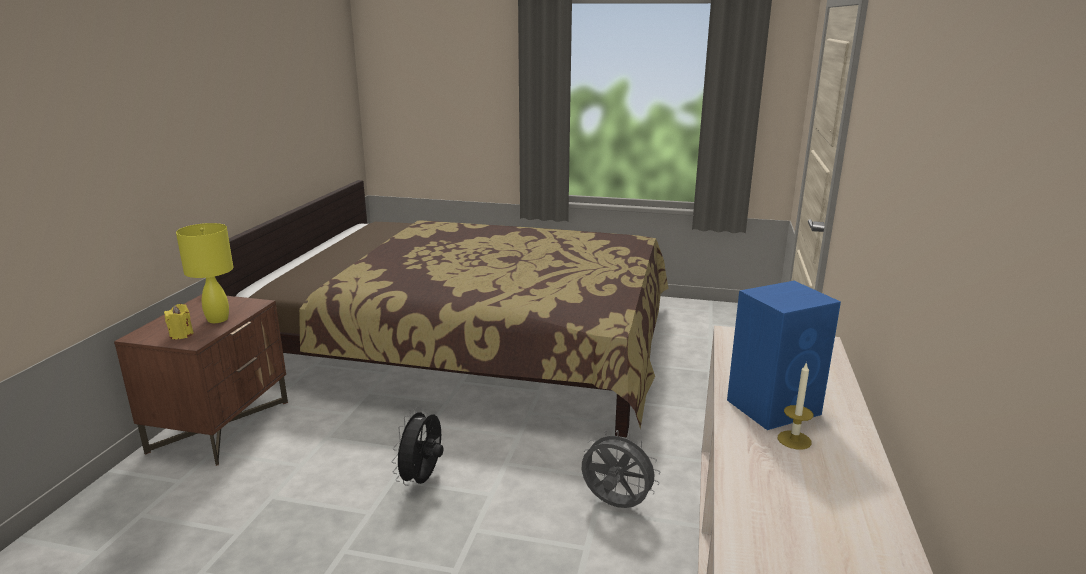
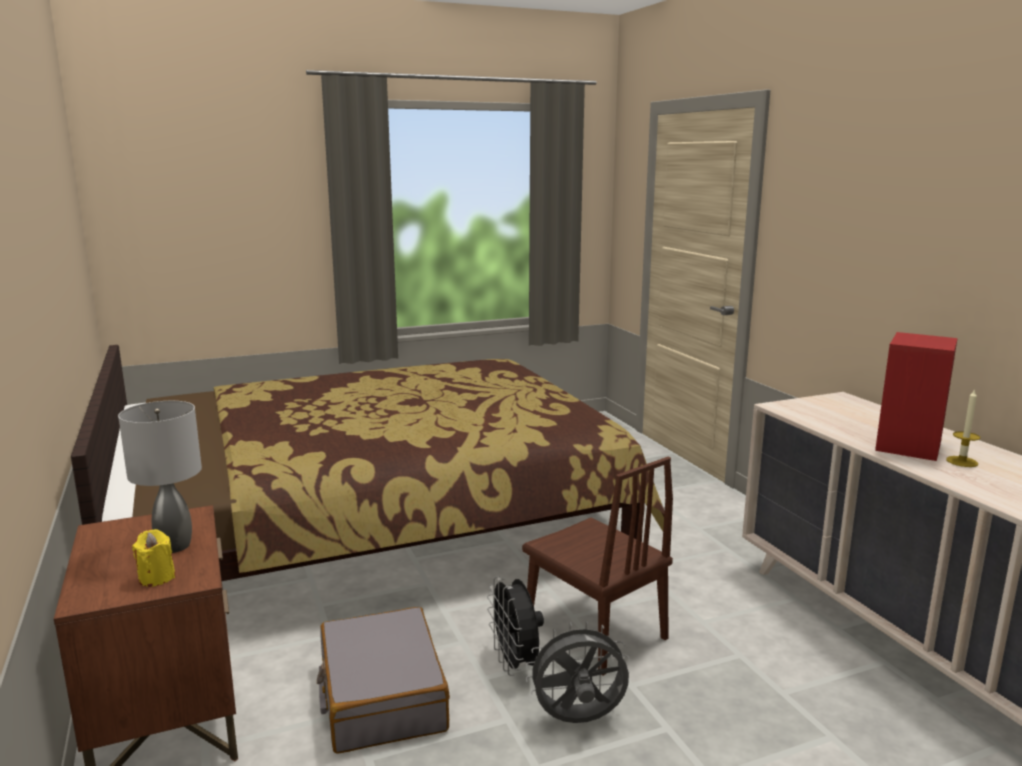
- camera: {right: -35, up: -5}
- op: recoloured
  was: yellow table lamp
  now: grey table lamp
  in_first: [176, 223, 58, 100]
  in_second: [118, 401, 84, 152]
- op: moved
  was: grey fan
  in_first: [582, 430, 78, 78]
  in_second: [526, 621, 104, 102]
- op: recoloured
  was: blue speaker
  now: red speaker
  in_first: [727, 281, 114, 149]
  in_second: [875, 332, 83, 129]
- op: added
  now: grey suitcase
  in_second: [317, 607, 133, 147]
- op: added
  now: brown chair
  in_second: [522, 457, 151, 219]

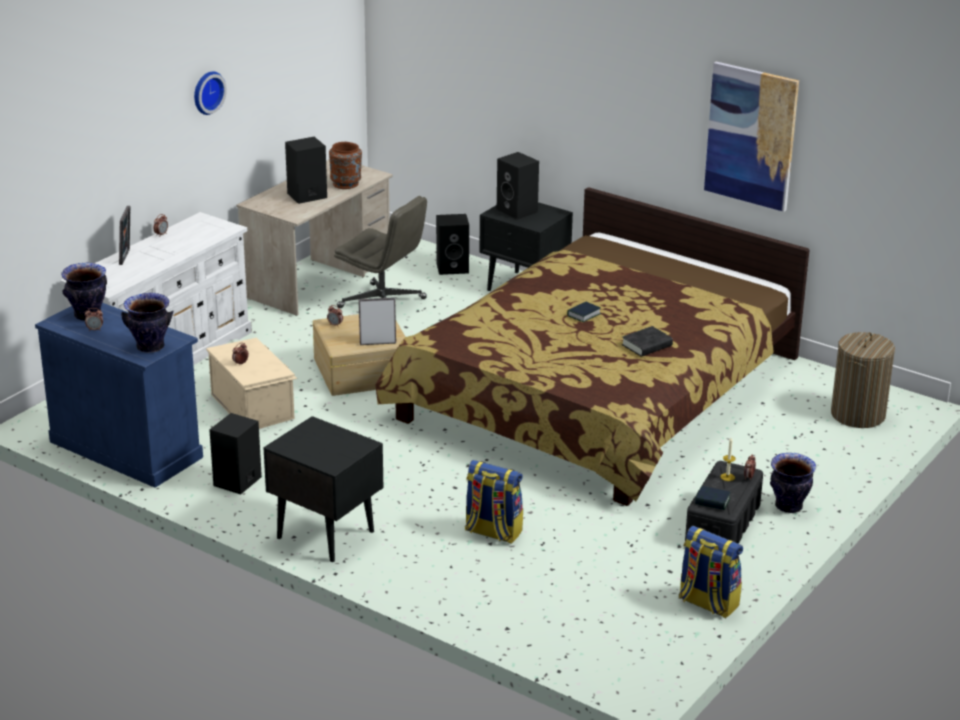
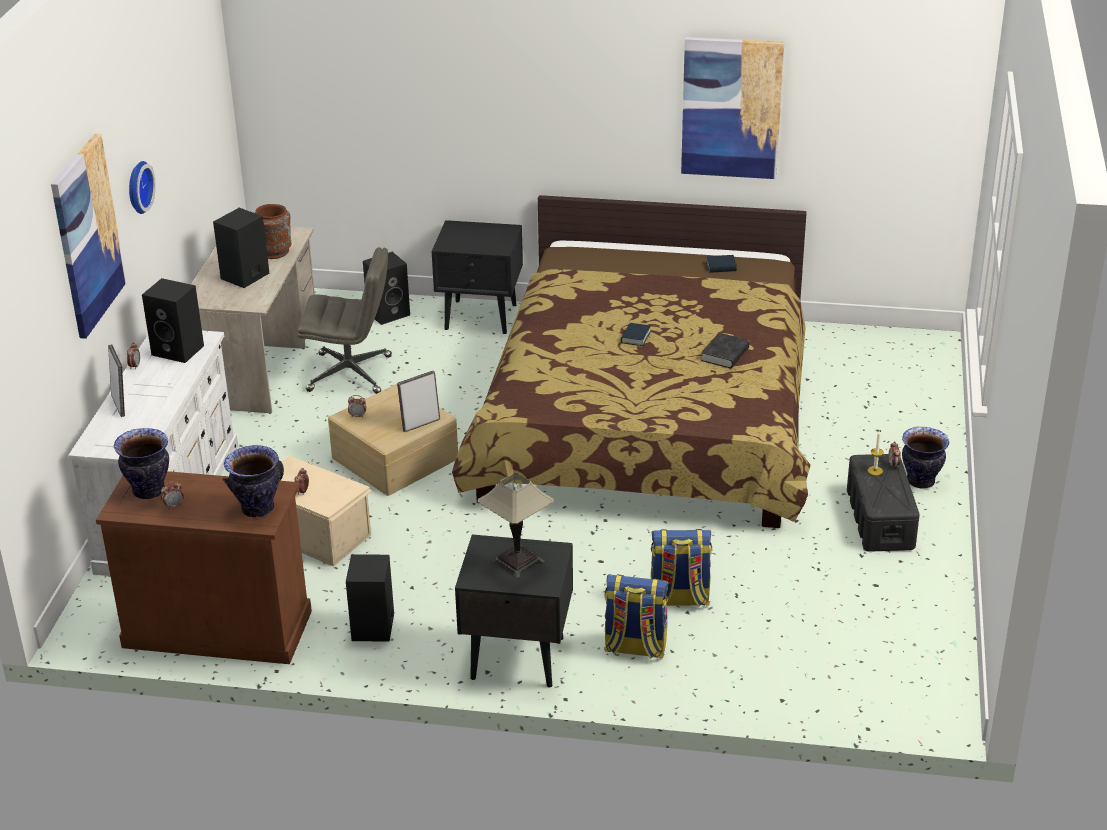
- camera: {right: -25, up: 5}
- op: recoloured
  was: blue cabinet
  now: brown cabinet
  in_first: [35, 303, 168, 185]
  in_second: [96, 471, 216, 193]
- op: moved
  was: black speaker
  in_first: [497, 152, 42, 68]
  in_second: [142, 278, 62, 85]
- op: moved
  was: backpack
  in_first: [679, 526, 64, 92]
  in_second: [604, 574, 64, 85]
- op: moved
  was: book
  in_first: [695, 486, 36, 24]
  in_second: [706, 255, 31, 18]
- op: removed
  was: laundry basket
  in_first: [831, 332, 64, 96]
- op: added
  now: picture
  in_second: [51, 134, 75, 205]
- op: added
  now: table lamp
  in_second: [478, 473, 76, 106]

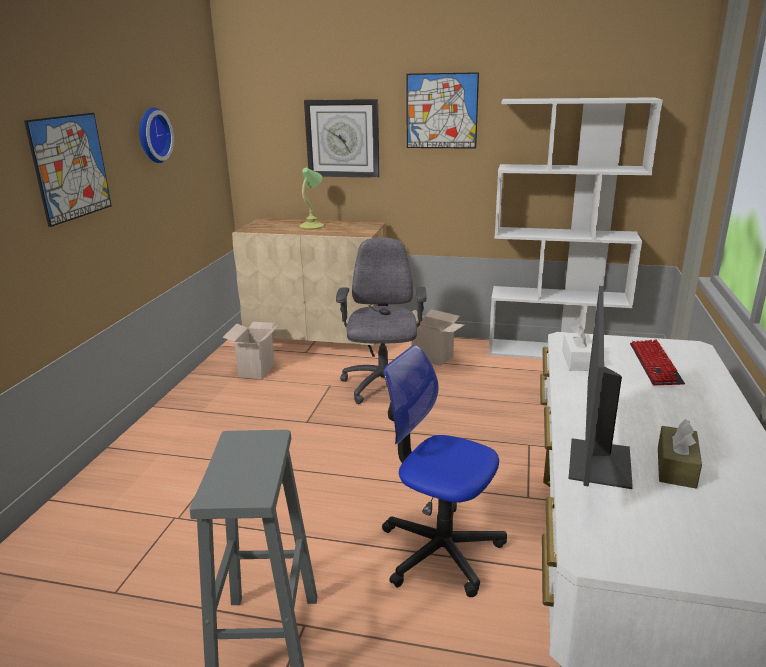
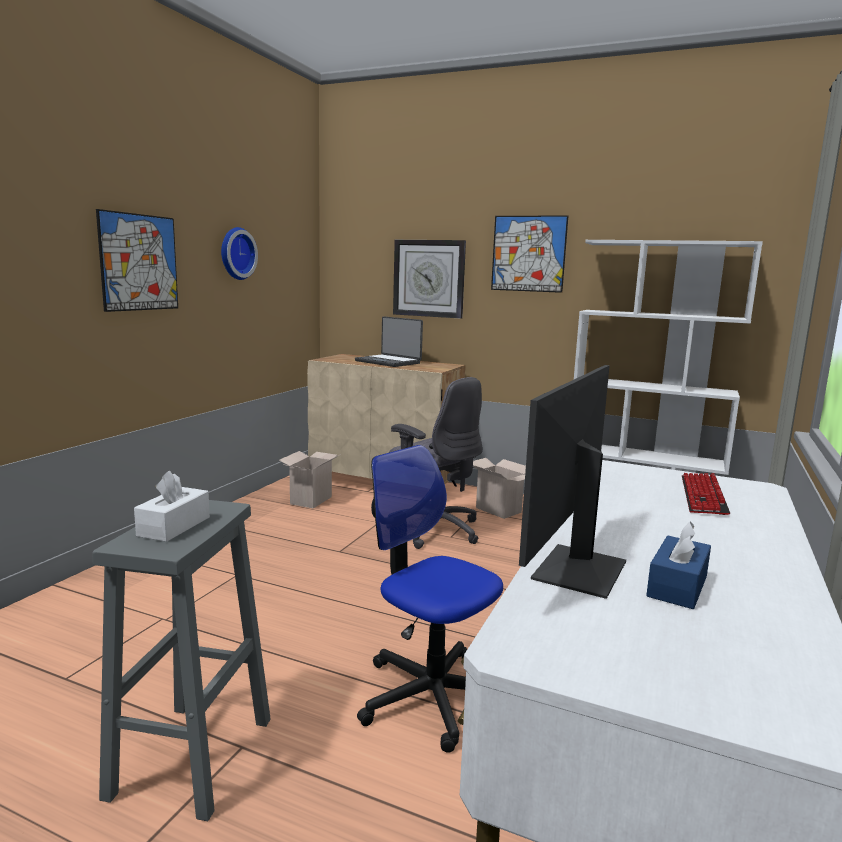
- camera: {right: 10, up: -10}
- op: replaced
  was: table lamp
  now: laptop
  in_first: [300, 168, 24, 62]
  in_second: [355, 316, 68, 51]
- op: turned
  was: grey office chair
  in_first: [336, 237, 91, 167]
  in_second: [388, 377, 95, 172]
  clockwise: 120
- op: moved
  was: white tissue box
  in_first: [562, 324, 30, 47]
  in_second: [134, 471, 76, 71]
- op: recoloured
  was: brown tissue box
  now: blue tissue box
  in_first: [658, 419, 44, 69]
  in_second: [646, 522, 65, 87]

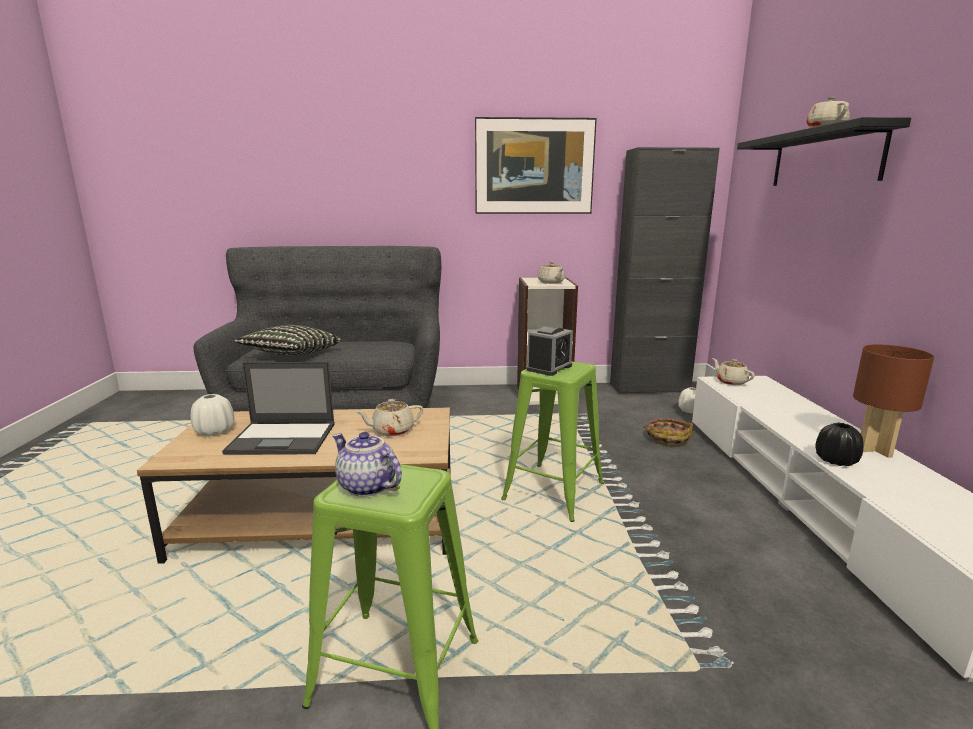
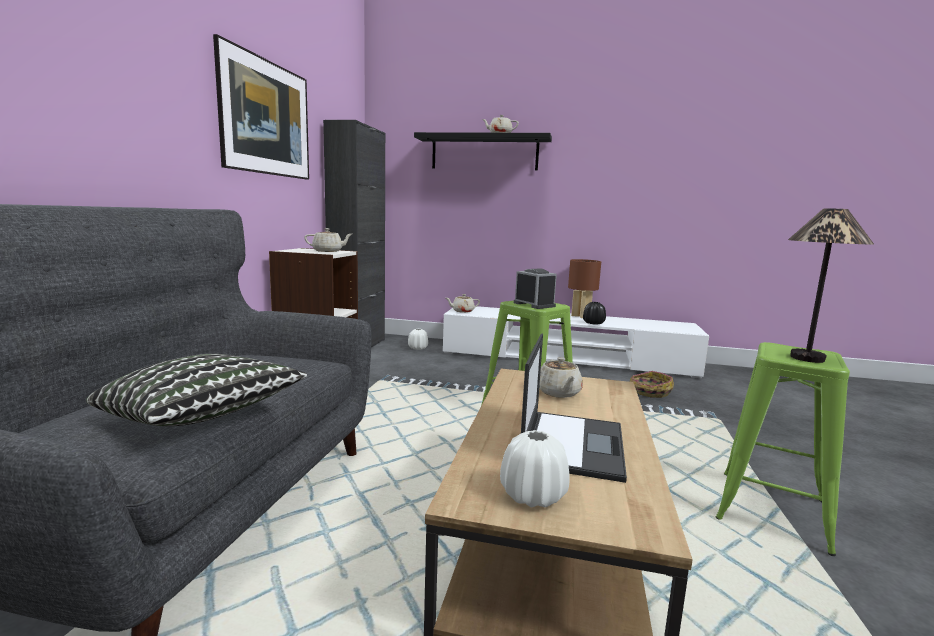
- camera: {right: -75, up: -5}
- op: replaced
  was: teapot
  now: table lamp
  in_first: [332, 432, 70, 65]
  in_second: [788, 209, 86, 154]
- op: moved
  was: basket
  in_first: [643, 419, 50, 28]
  in_second: [630, 371, 44, 27]

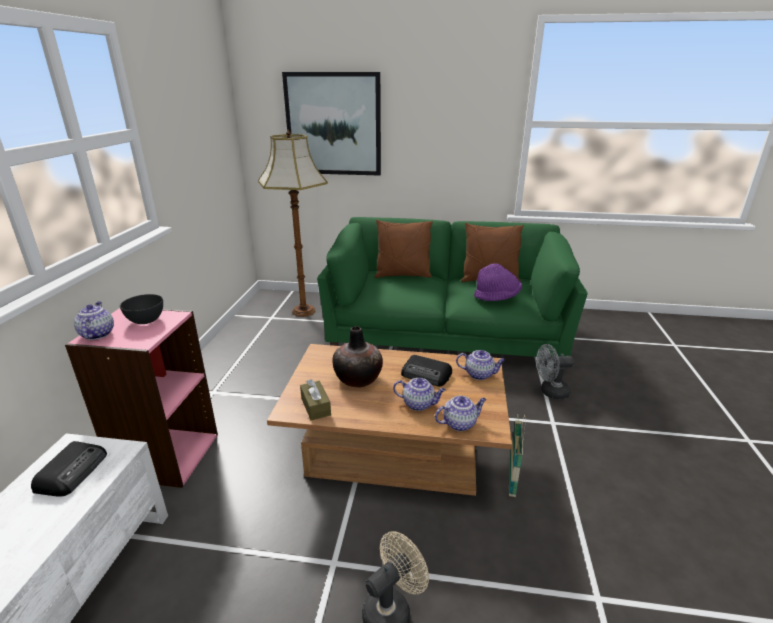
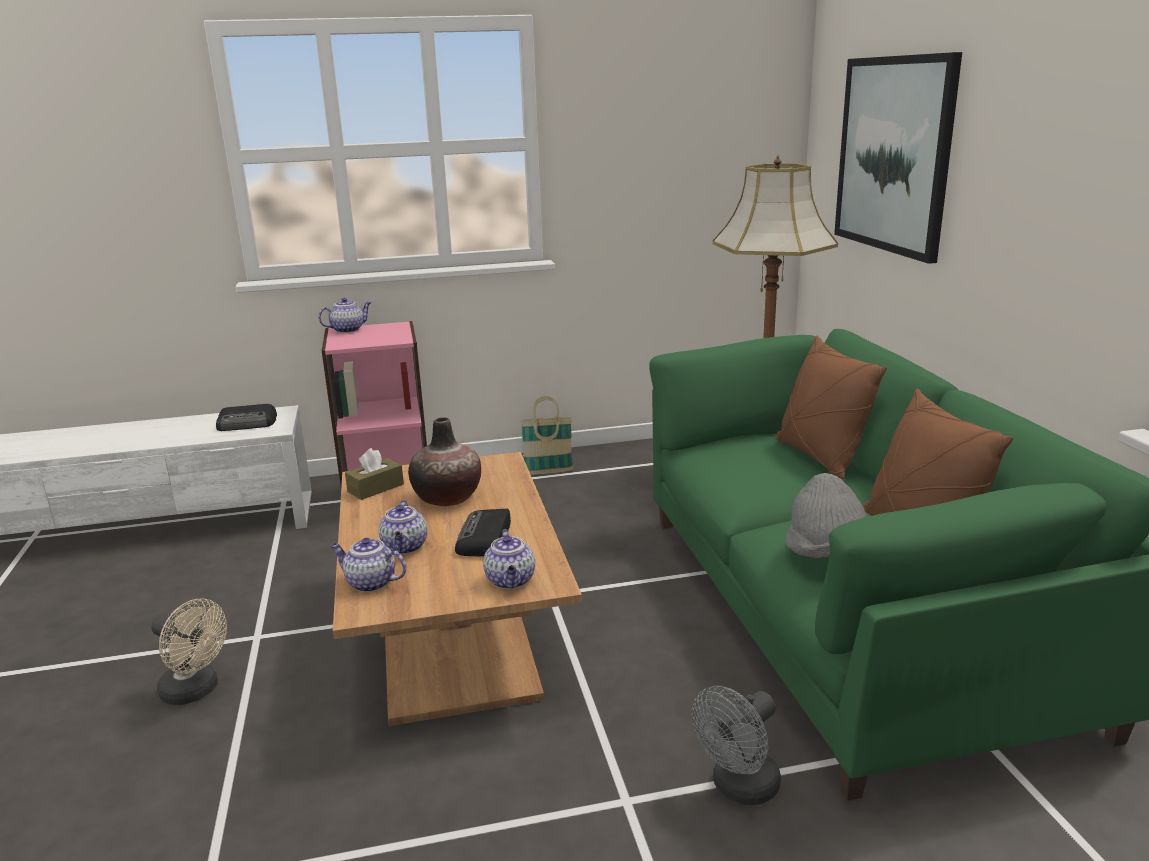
- camera: {right: 70, up: -5}
- op: removed
  was: grey bowl
  in_first: [120, 294, 43, 30]
- op: turned
  was: teapot
  in_first: [435, 396, 52, 35]
  in_second: [331, 538, 76, 54]
  clockwise: 150
- op: recoloured
  was: purple hat
  now: grey hat
  in_first: [474, 263, 48, 38]
  in_second: [785, 473, 82, 85]
- op: moved
  was: basket
  in_first: [509, 415, 16, 82]
  in_second: [521, 396, 53, 79]
- op: turned
  was: grey fan
  in_first: [536, 344, 38, 55]
  in_second: [692, 686, 89, 119]
  clockwise: -105

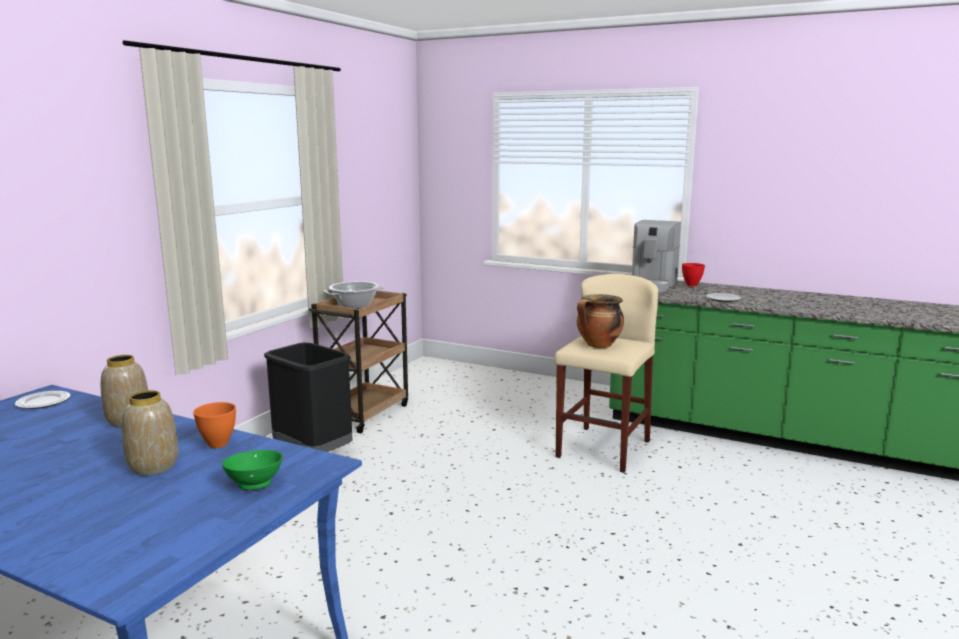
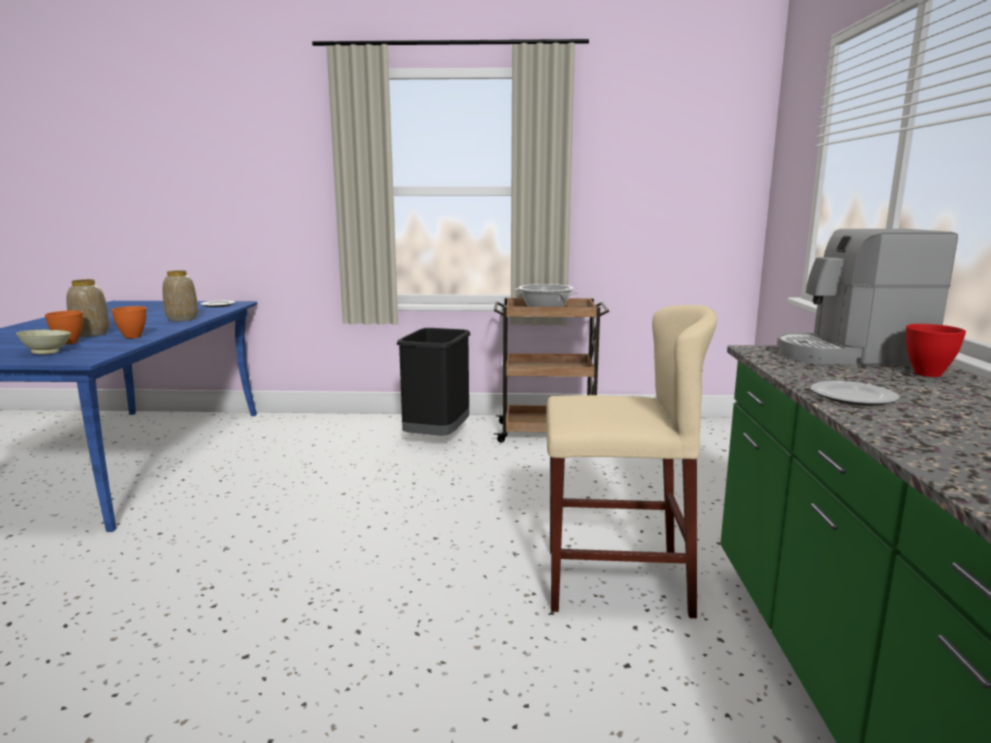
- camera: {right: 65, up: 0}
- op: recoloured
  was: green bowl
  now: beige bowl
  in_first: [222, 450, 61, 40]
  in_second: [16, 330, 55, 24]
- op: removed
  was: cooking pot
  in_first: [577, 294, 47, 54]
- op: added
  now: orange bowl
  in_second: [45, 311, 38, 33]

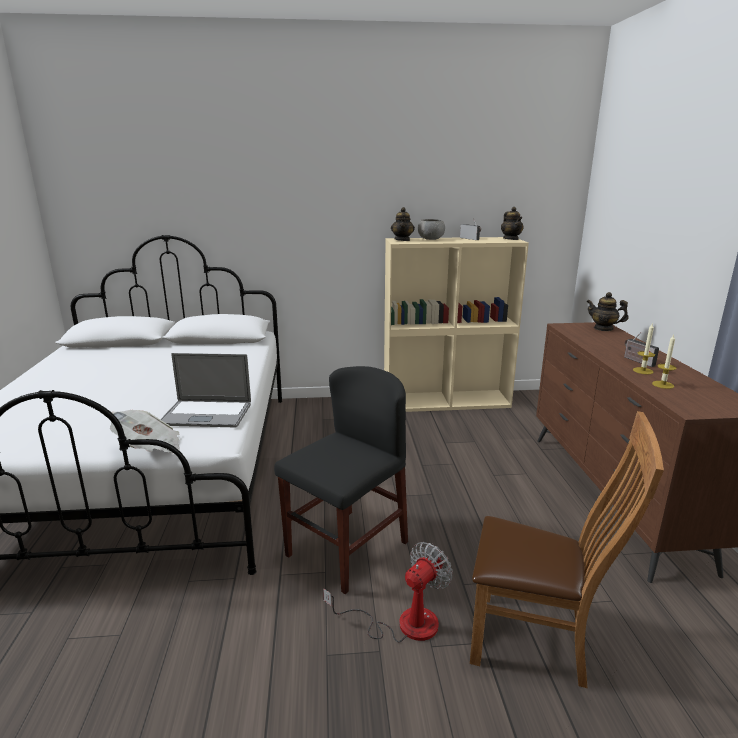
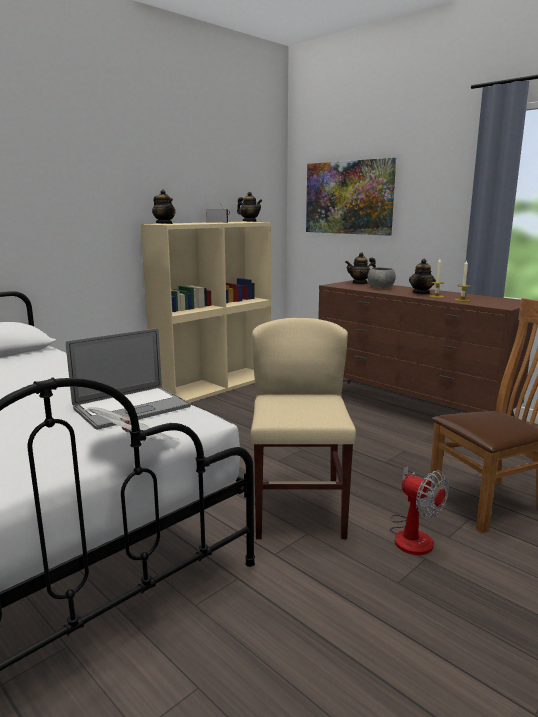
- camera: {right: -40, up: -5}
- op: recoloured
  was: black chair
  now: beige chair
  in_first: [274, 366, 134, 228]
  in_second: [251, 318, 105, 221]
- op: turned
  was: fan
  in_first: [323, 542, 129, 100]
  in_second: [390, 466, 59, 89]
  clockwise: 135
- op: moved
  was: grey bowl
  in_first: [418, 219, 27, 21]
  in_second: [368, 267, 28, 22]
- op: replaced
  was: radio
  now: teapot
  in_first: [624, 332, 35, 35]
  in_second: [409, 259, 27, 36]
- op: added
  now: picture
  in_second: [306, 158, 90, 78]

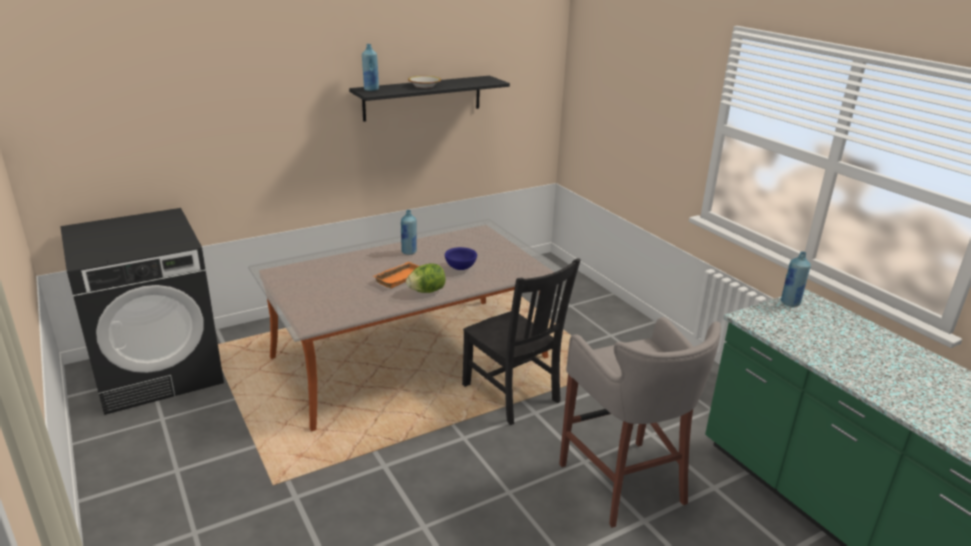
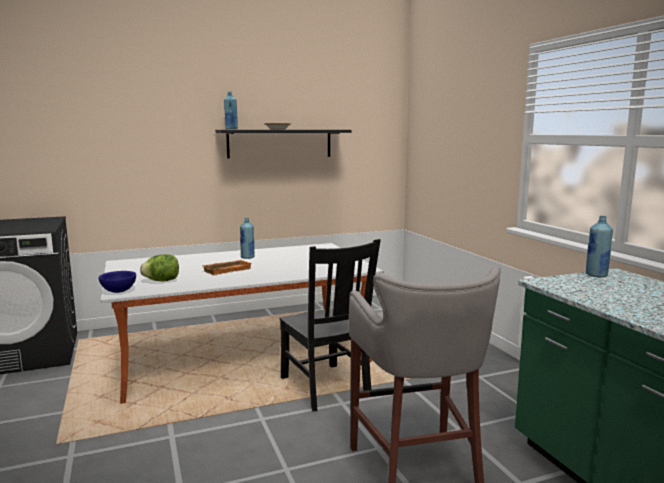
- camera: {right: 10, up: -15}
- op: moved
  was: lettuce
  in_first: [406, 264, 40, 29]
  in_second: [140, 254, 39, 28]
- op: moved
  was: blue bowl
  in_first: [445, 247, 32, 23]
  in_second: [98, 271, 38, 22]

